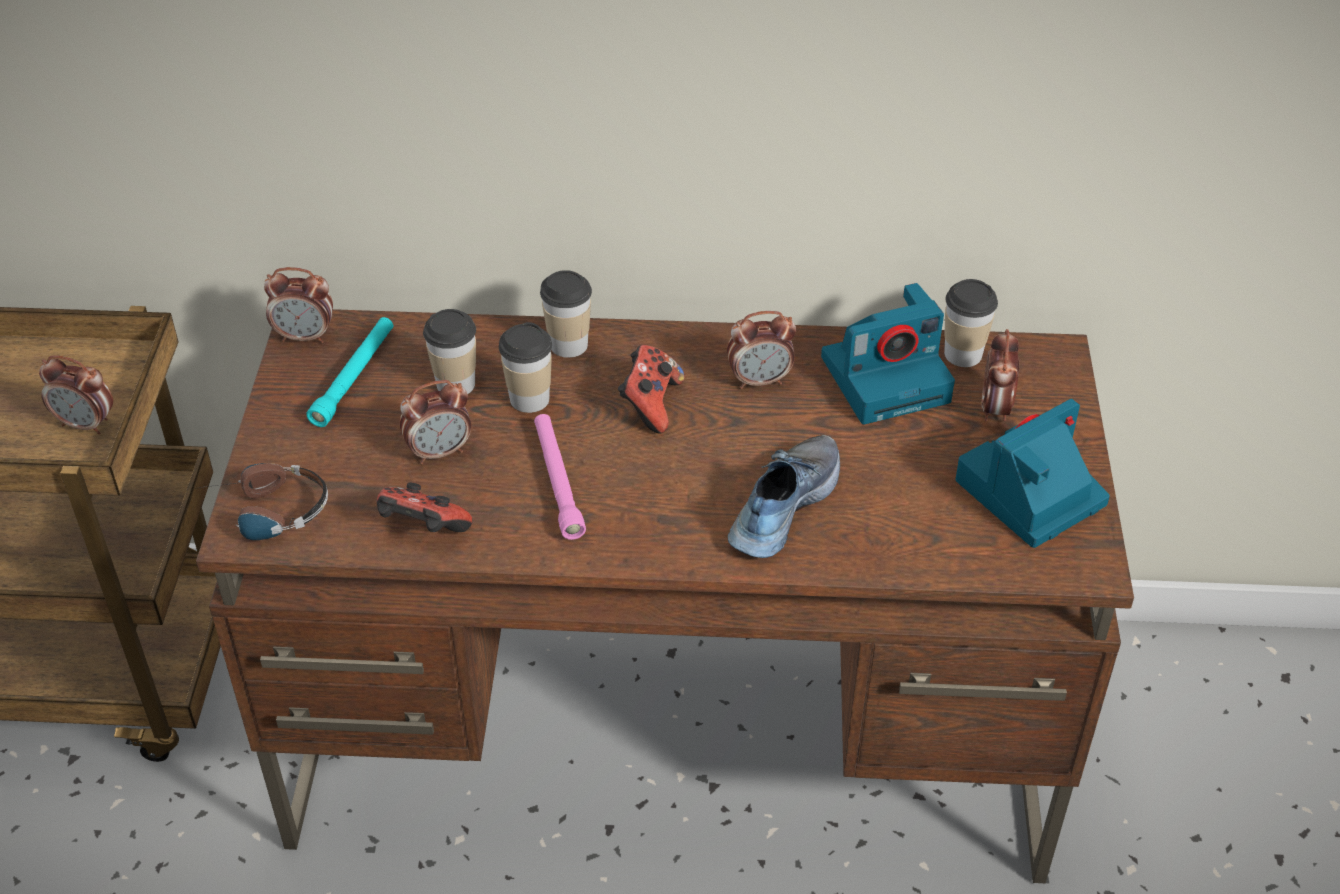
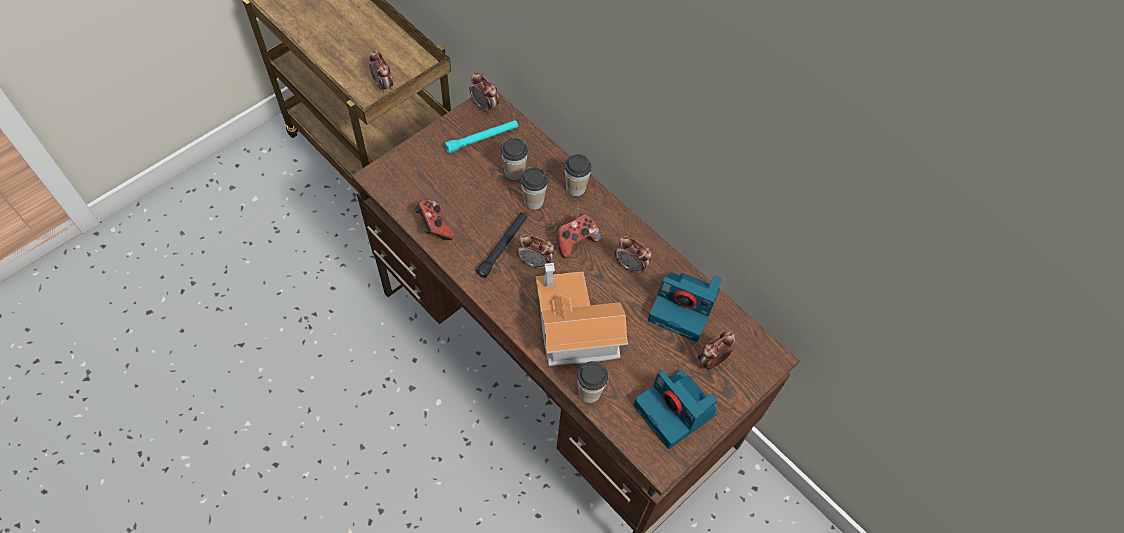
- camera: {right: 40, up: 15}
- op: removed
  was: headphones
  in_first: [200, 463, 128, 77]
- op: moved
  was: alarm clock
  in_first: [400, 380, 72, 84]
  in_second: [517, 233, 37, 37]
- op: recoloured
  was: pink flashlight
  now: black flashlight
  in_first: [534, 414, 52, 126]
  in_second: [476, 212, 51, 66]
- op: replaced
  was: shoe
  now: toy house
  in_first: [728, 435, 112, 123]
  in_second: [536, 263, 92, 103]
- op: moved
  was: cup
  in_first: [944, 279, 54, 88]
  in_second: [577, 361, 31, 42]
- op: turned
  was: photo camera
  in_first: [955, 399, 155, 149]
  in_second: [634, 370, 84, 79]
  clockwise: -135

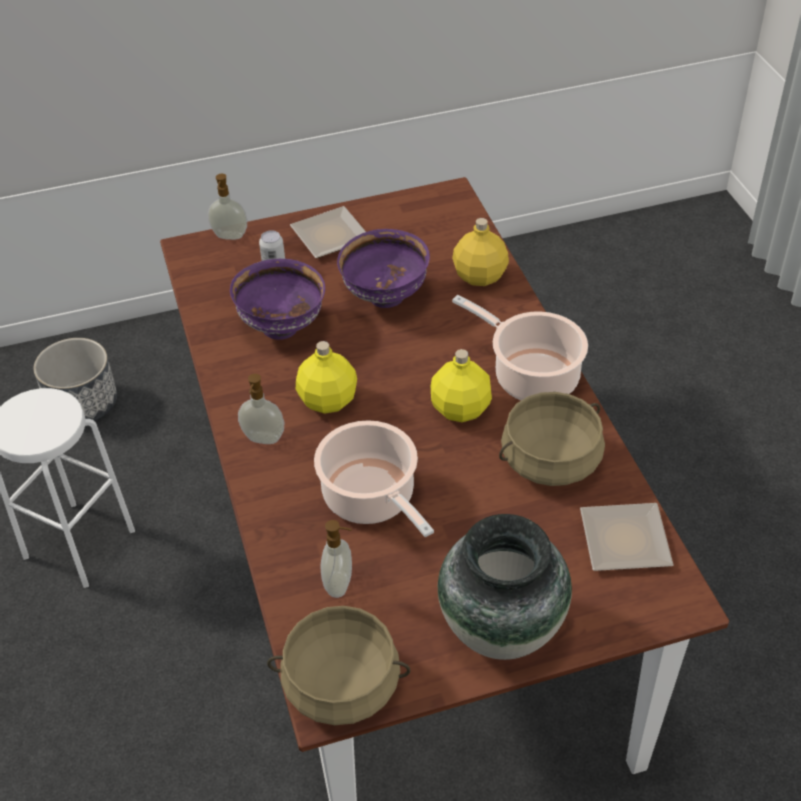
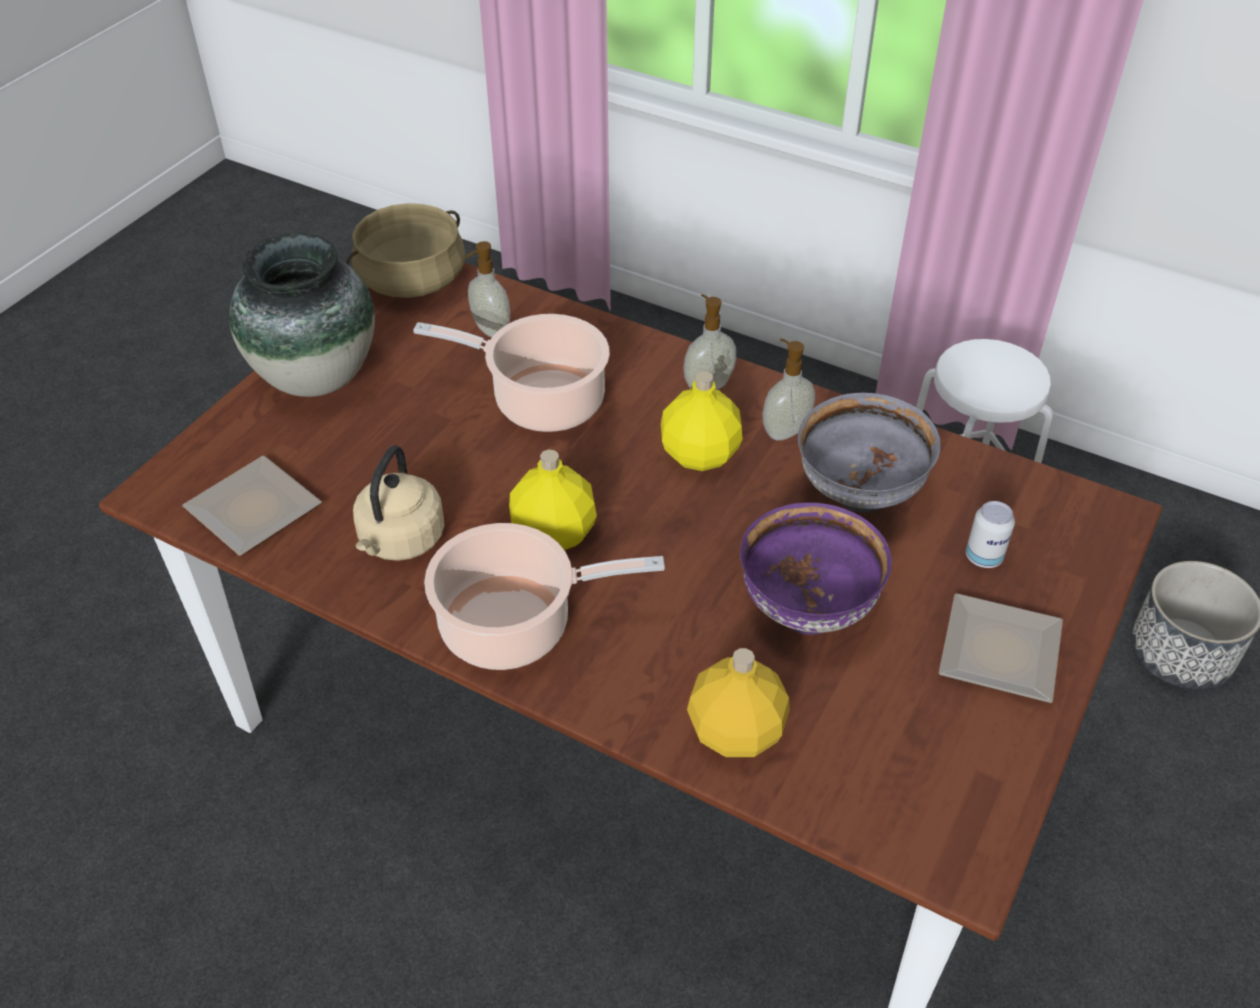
- camera: {right: 135, up: 0}
- op: moved
  was: soap dispenser
  in_first: [208, 174, 39, 66]
  in_second: [762, 339, 53, 102]
- op: recoloured
  was: purple bowl
  now: grey bowl
  in_first: [230, 259, 95, 81]
  in_second: [798, 393, 142, 119]
- op: replaced
  was: beige cooking pot
  now: beige kettle
  in_first: [499, 392, 106, 94]
  in_second: [353, 445, 92, 116]

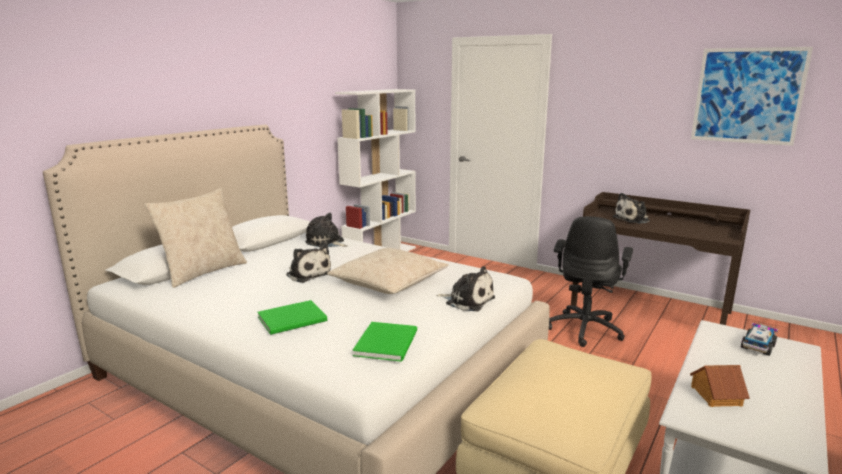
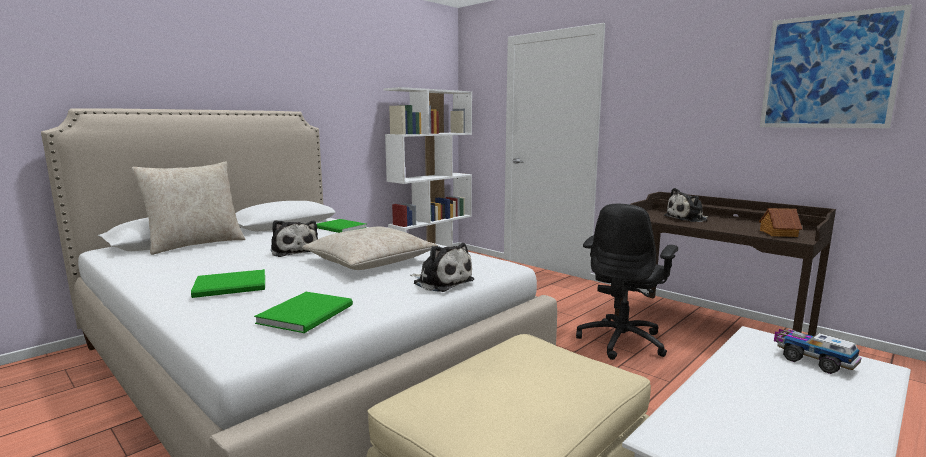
- camera: {right: 10, up: -5}
- op: replaced
  was: plush toy
  now: green book
  in_first: [305, 213, 43, 35]
  in_second: [317, 219, 50, 14]
- op: moved
  was: toy house
  in_first: [690, 365, 60, 42]
  in_second: [759, 208, 43, 29]
- op: turned
  was: toy truck
  in_first: [741, 323, 37, 33]
  in_second: [774, 329, 88, 45]
  clockwise: -90

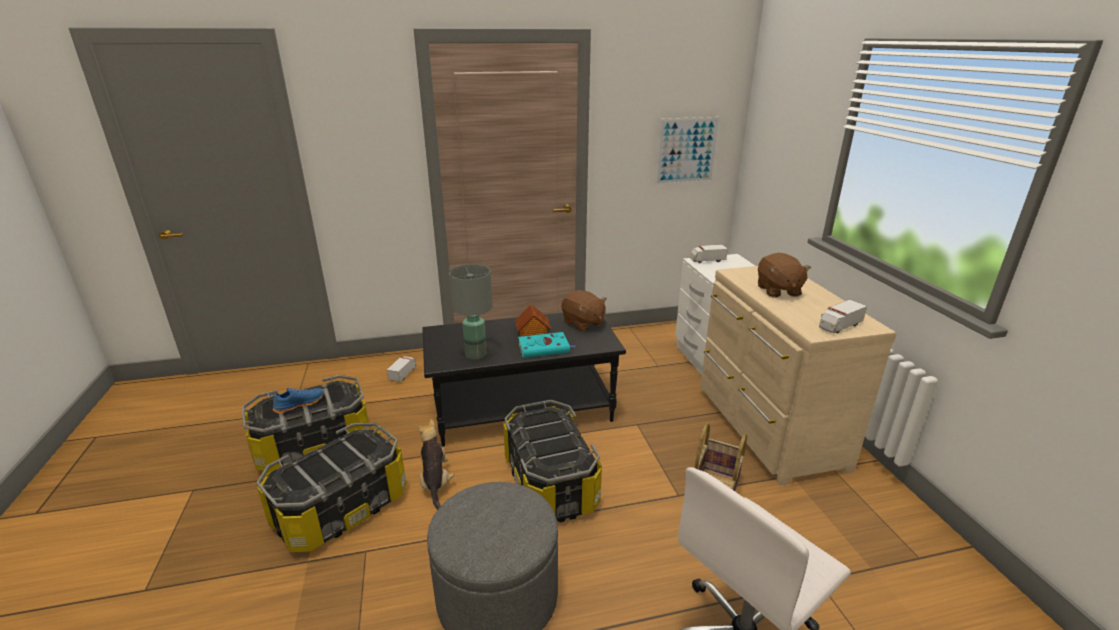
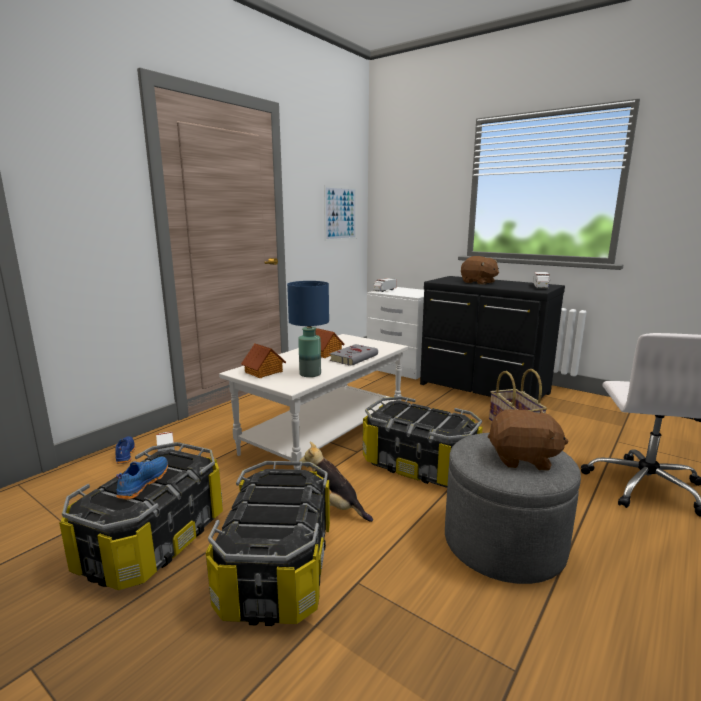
- camera: {right: -40, up: -10}
- op: recoloured
  was: black coffee table
  now: white coffee table
  in_first: [422, 313, 204, 134]
  in_second: [219, 334, 189, 136]
- op: recoloured
  was: grey table lamp
  now: blue table lamp
  in_first: [449, 264, 44, 96]
  in_second: [287, 281, 42, 96]
- op: recoloured
  was: turquoise book
  now: grey book
  in_first: [518, 332, 58, 26]
  in_second: [330, 344, 48, 22]
- op: moved
  was: brown plush toy
  in_first: [561, 290, 46, 42]
  in_second: [488, 409, 81, 62]
- op: recoloured
  was: beige dresser
  now: black dresser
  in_first: [700, 266, 197, 220]
  in_second: [420, 276, 145, 124]
- op: added
  now: blue shoe
  in_second: [115, 436, 20, 28]
- op: added
  now: toy house
  in_second: [241, 343, 45, 35]

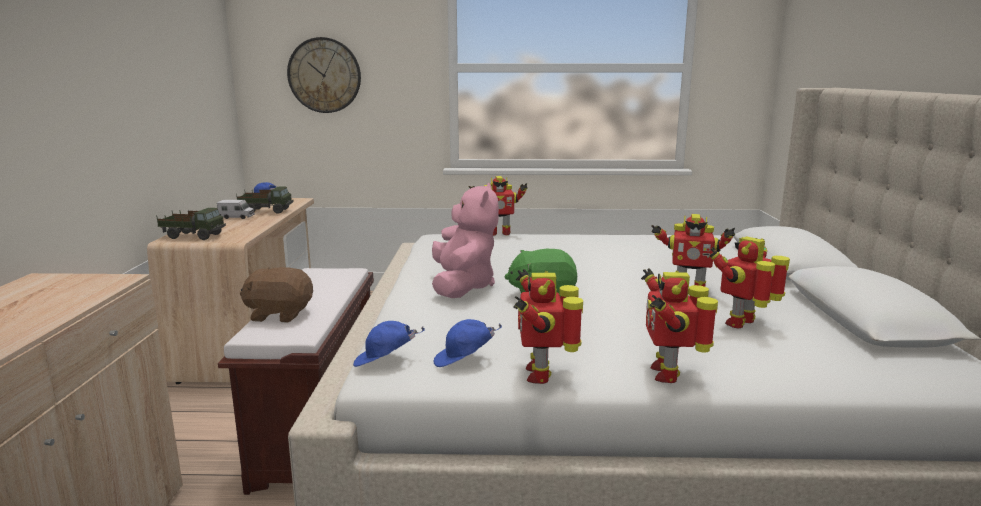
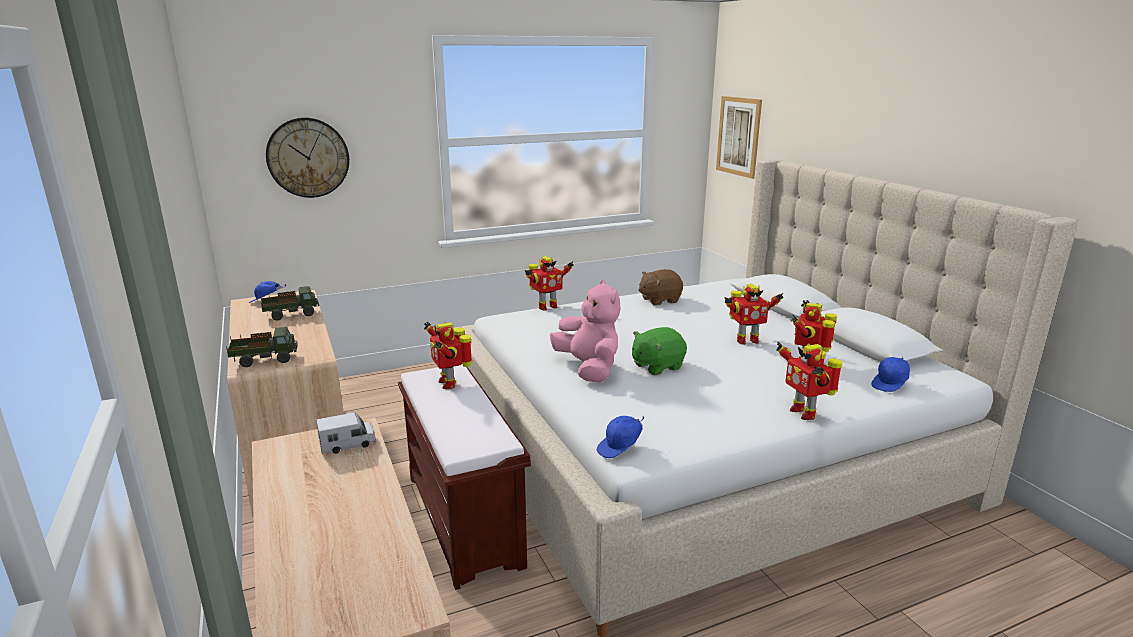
- camera: {right: -25, up: 5}
- op: moved
  was: toy truck
  in_first: [217, 200, 38, 19]
  in_second: [316, 412, 60, 43]
- op: moved
  was: brown plush toy
  in_first: [240, 267, 73, 56]
  in_second: [638, 269, 45, 36]
- op: moved
  was: blue cap
  in_first: [434, 319, 68, 48]
  in_second: [871, 357, 39, 35]
- op: moved
  was: toy robot
  in_first: [513, 269, 70, 115]
  in_second: [424, 322, 48, 67]
- op: added
  now: picture
  in_second: [716, 96, 46, 83]

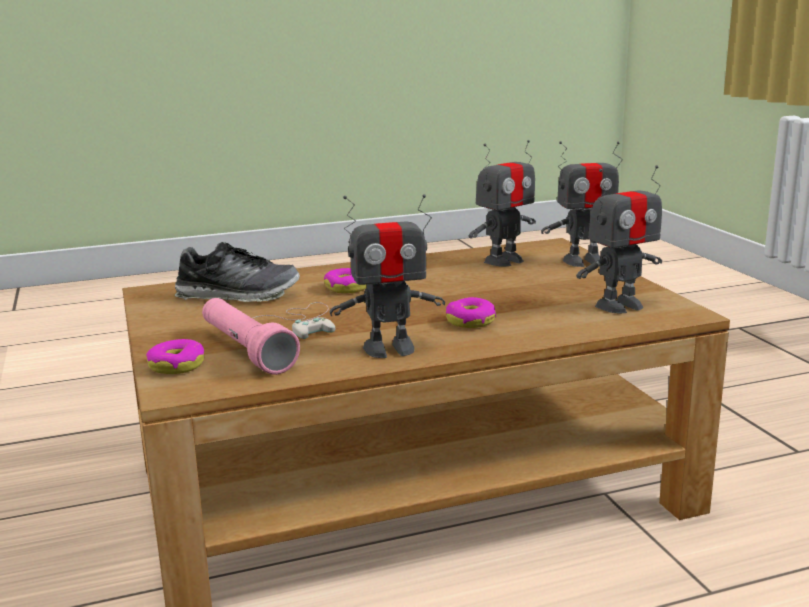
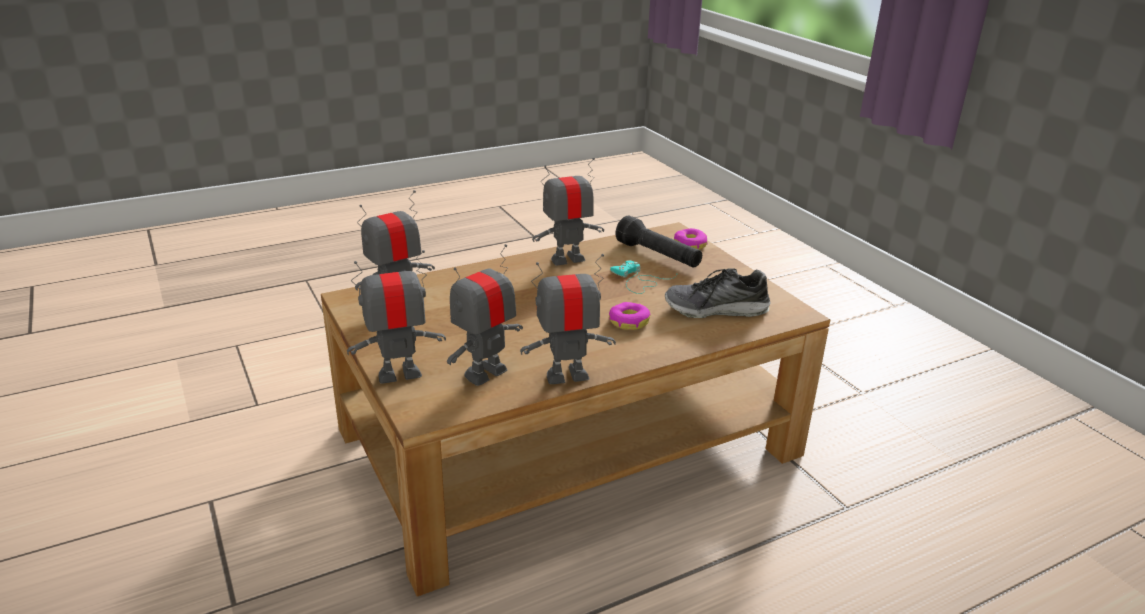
- camera: {right: 170, up: 10}
- op: recoloured
  was: pink flashlight
  now: black flashlight
  in_first: [202, 298, 98, 77]
  in_second: [616, 215, 86, 53]
- op: recoloured
  was: white game controller
  now: turquoise game controller
  in_first: [253, 302, 82, 37]
  in_second: [610, 261, 67, 33]
- op: removed
  was: donut
  in_first: [446, 297, 50, 31]
- op: added
  now: toy robot
  in_second: [520, 254, 96, 130]

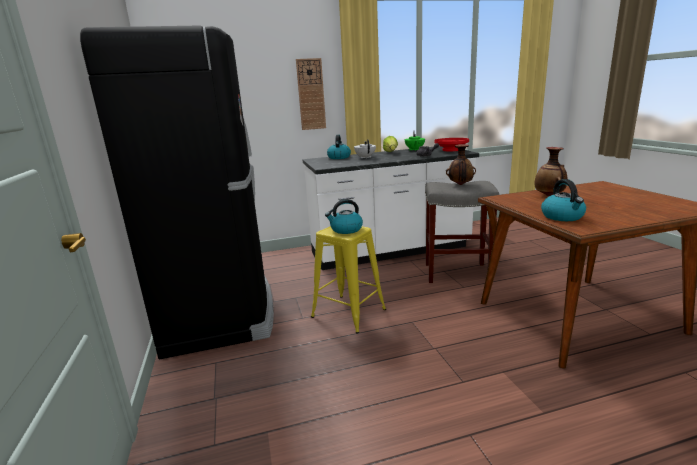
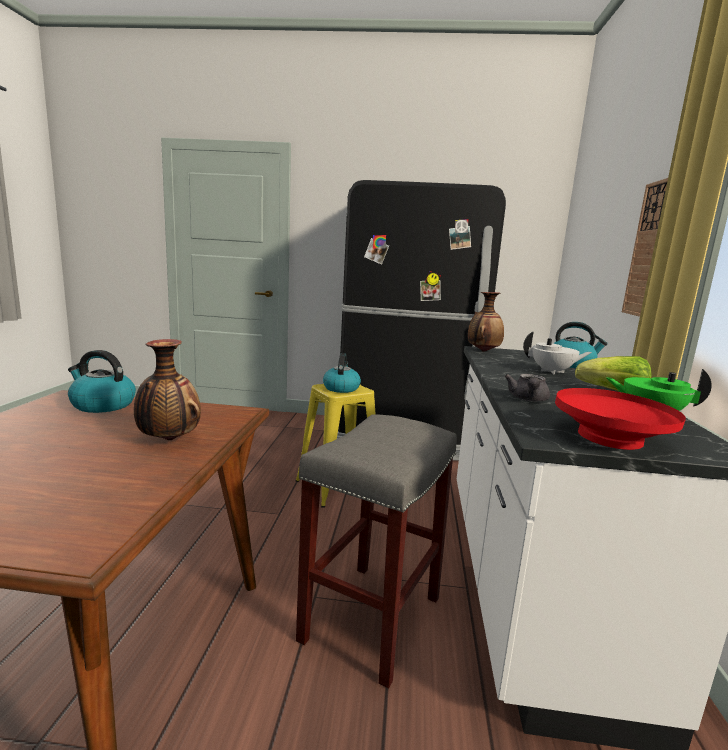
- camera: {right: 110, up: -5}
- op: moved
  was: vase
  in_first: [446, 144, 30, 41]
  in_second: [467, 292, 37, 60]

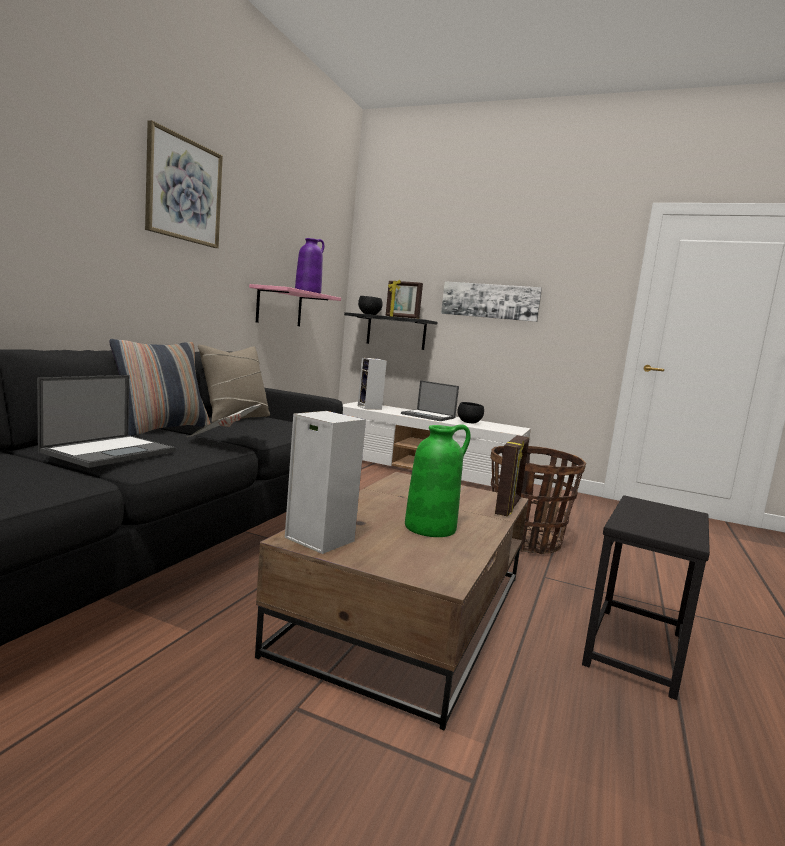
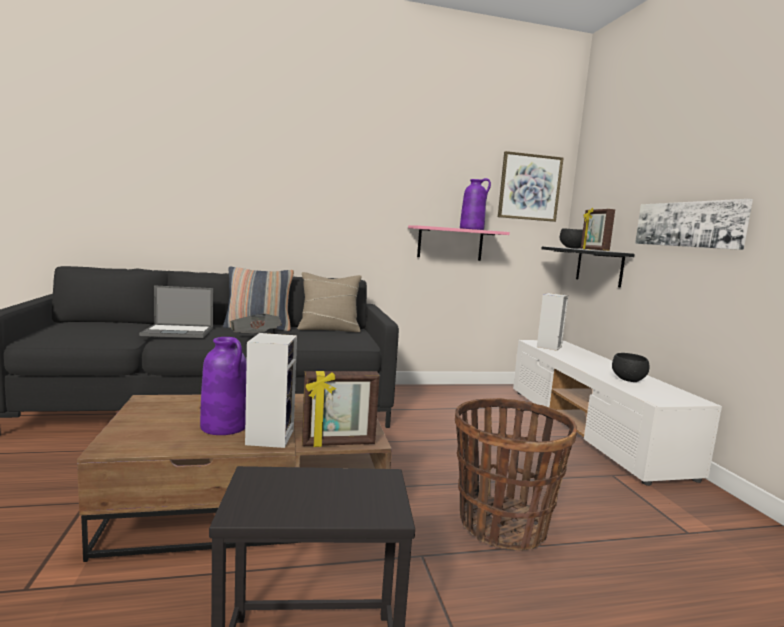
- camera: {right: 55, up: 0}
- op: moved
  was: picture
  in_first: [145, 120, 78, 128]
  in_second: [498, 151, 66, 71]
- op: moved
  was: speaker
  in_first: [285, 411, 81, 143]
  in_second: [245, 333, 52, 115]
- op: removed
  was: laptop
  in_first: [401, 380, 58, 41]
- op: recoloured
  was: green vase
  now: purple vase
  in_first: [405, 424, 66, 113]
  in_second: [200, 337, 47, 98]

